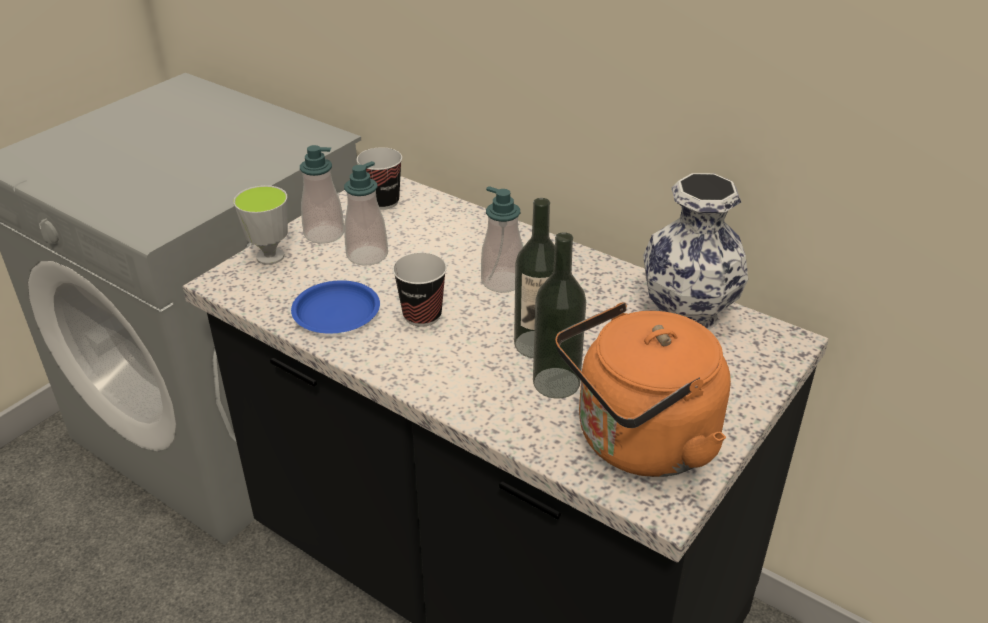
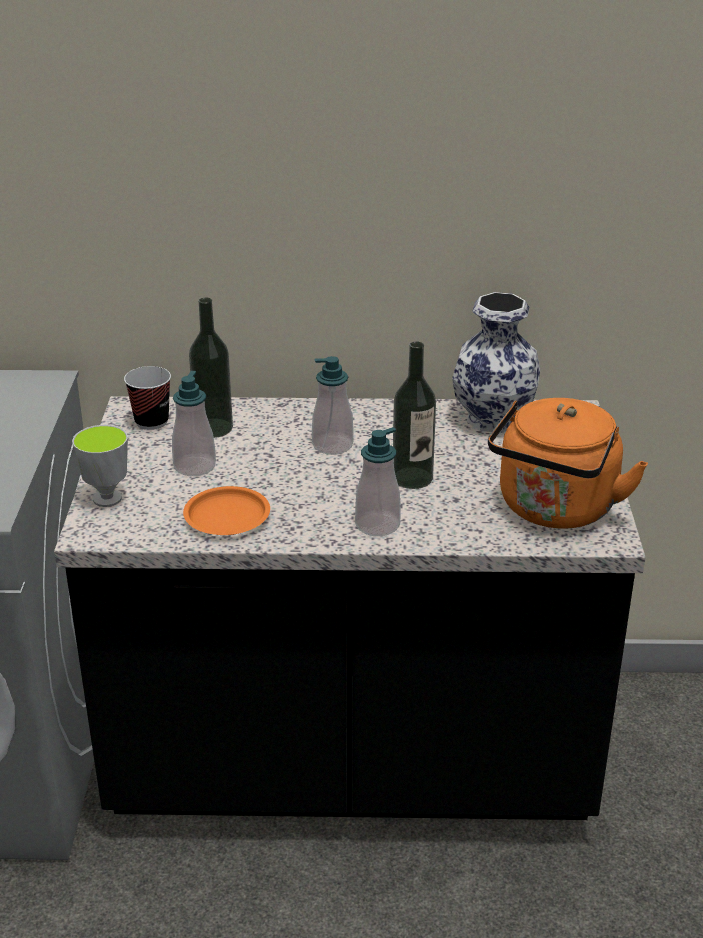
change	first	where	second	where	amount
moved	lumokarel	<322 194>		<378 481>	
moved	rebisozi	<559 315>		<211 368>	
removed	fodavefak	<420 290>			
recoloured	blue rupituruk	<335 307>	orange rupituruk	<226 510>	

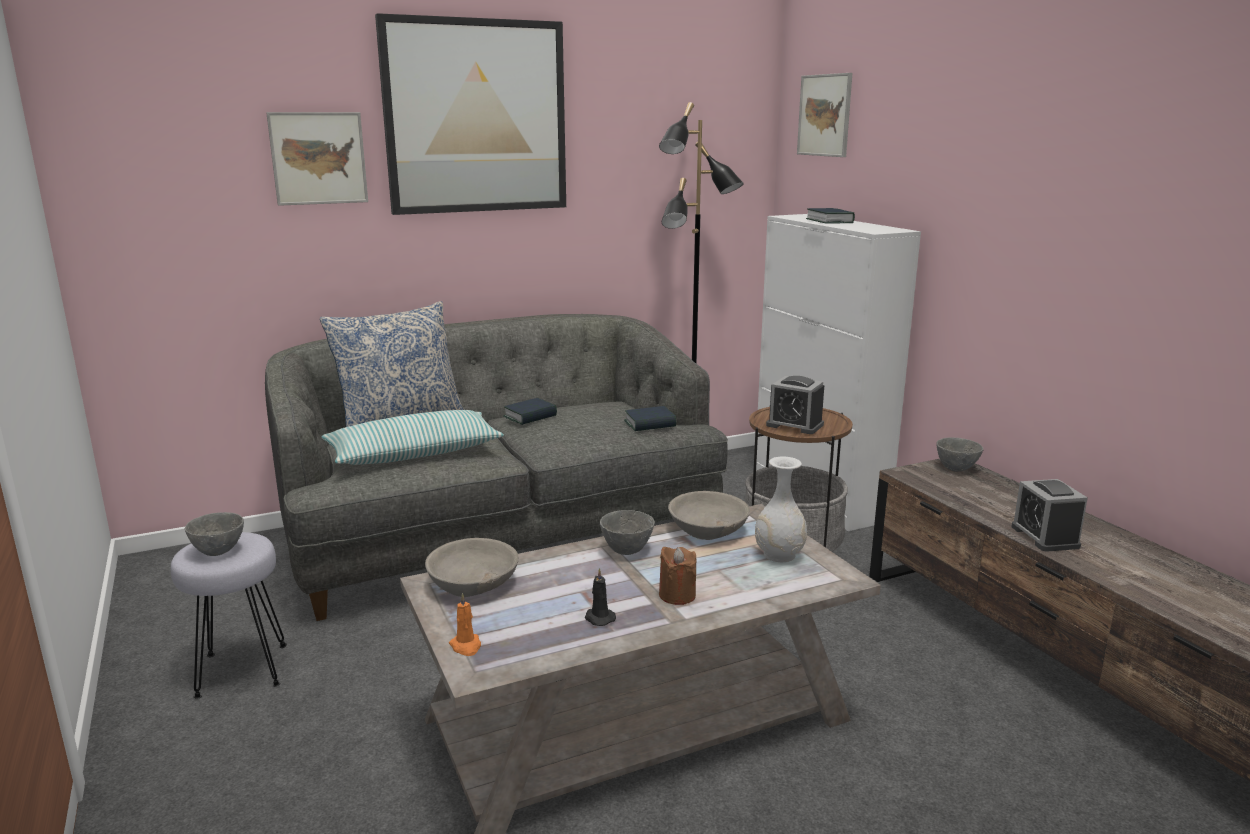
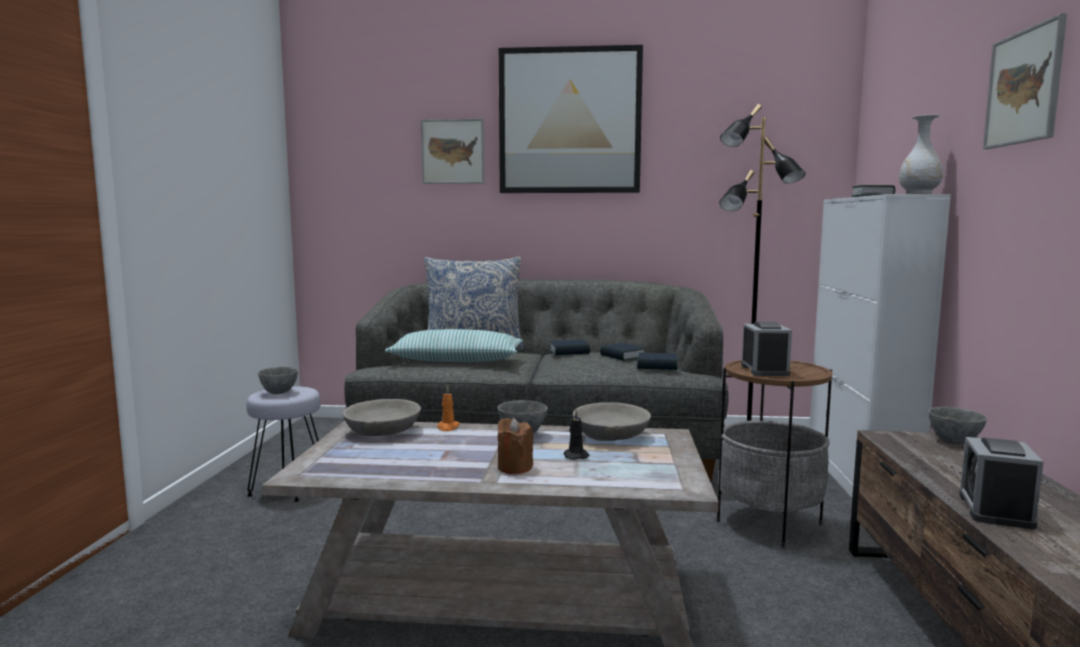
change	first	where	second	where	amount
moved	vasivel	<824 115>		<1025 81>	
turned	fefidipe	<795 405>		<766 349>	150 degrees counterclockwise
moved	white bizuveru	<781 509>		<921 154>	
moved	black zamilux	<600 597>		<577 434>	
moved	orange zamilux	<465 624>		<448 408>	
added			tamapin	<622 352>	

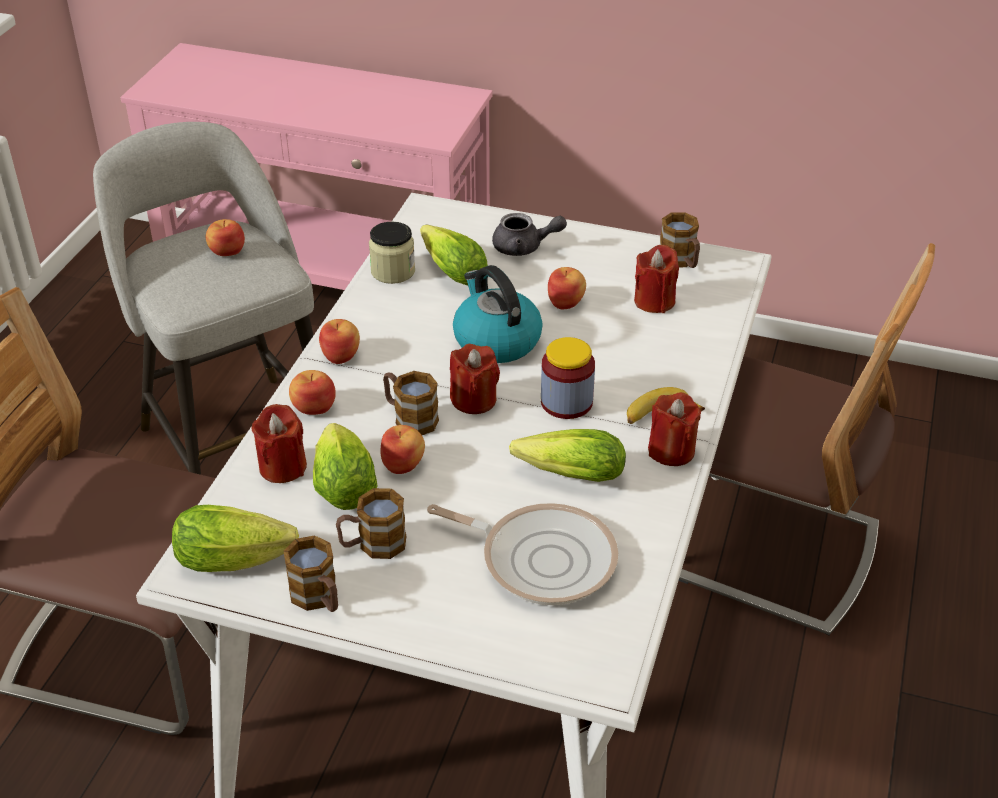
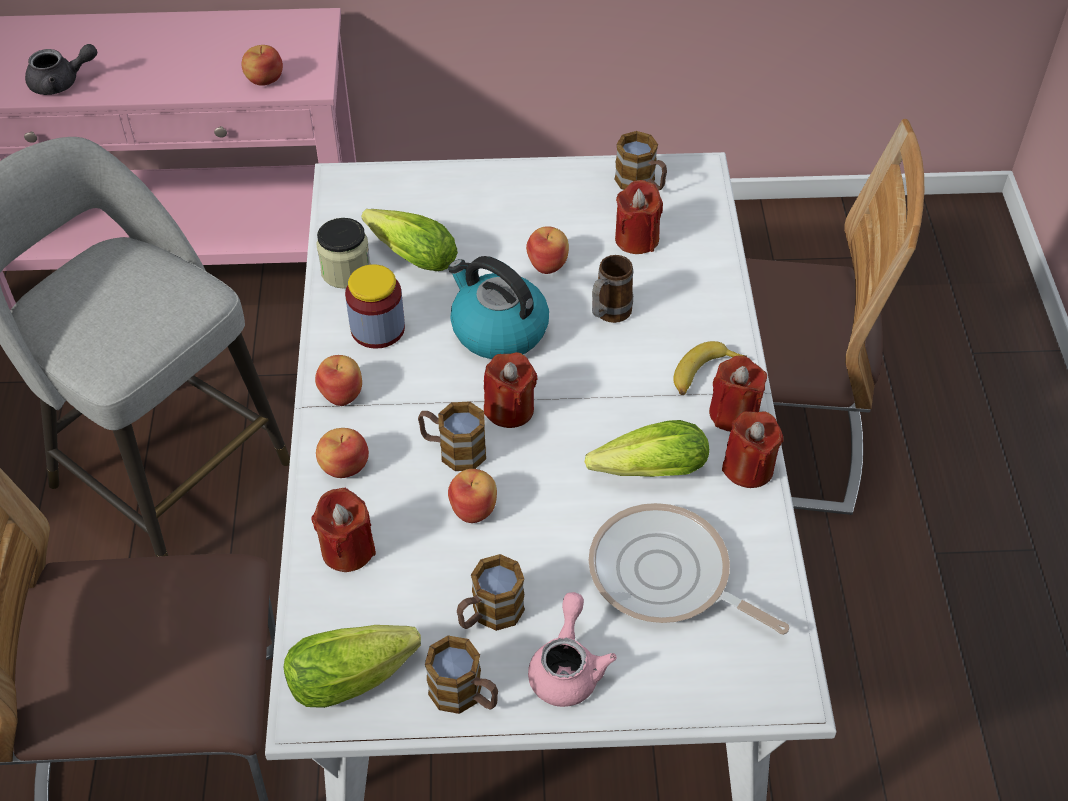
change	first	where	second	where	amount
moved	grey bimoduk	<529 234>		<61 69>	
moved	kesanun	<225 237>		<262 65>	
moved	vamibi	<568 378>		<375 306>	
removed	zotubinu	<345 466>			
turned	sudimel	<522 554>		<689 569>	150 degrees counterclockwise
added			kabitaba	<612 289>	
added			red zamilux	<752 449>	
added			pink bimoduk	<572 649>	

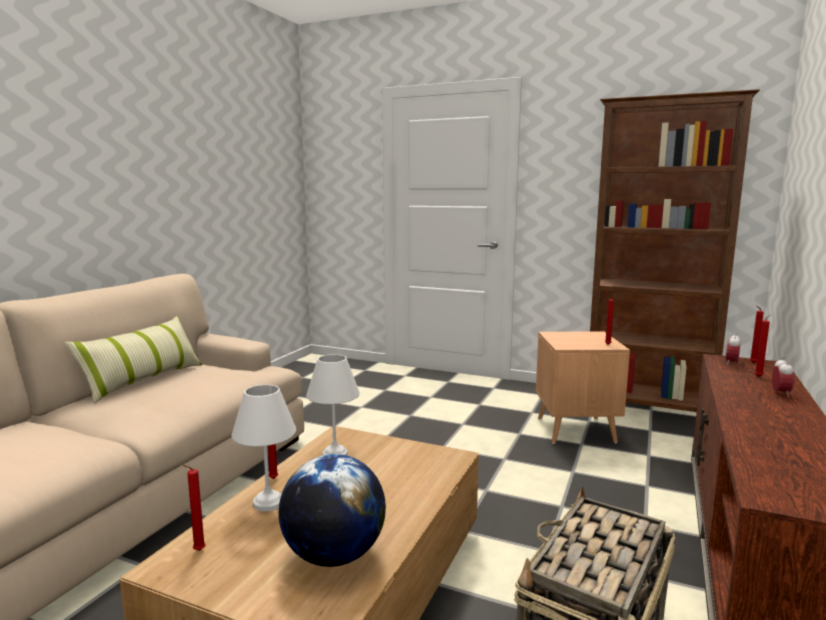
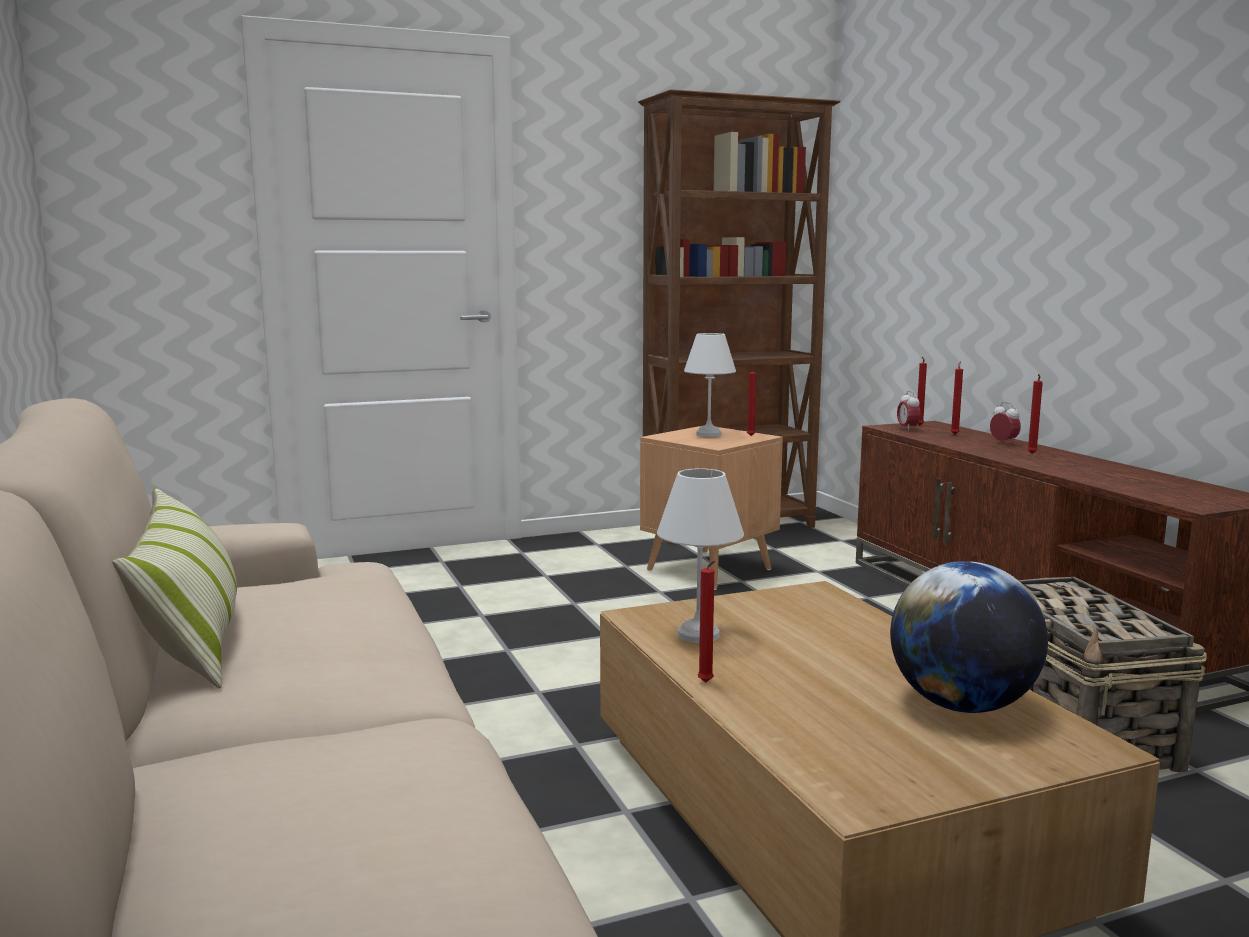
change	first	where	second	where	amount
moved	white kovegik	<264 448>		<710 385>	
moved	red zamilux	<193 507>		<1035 414>	

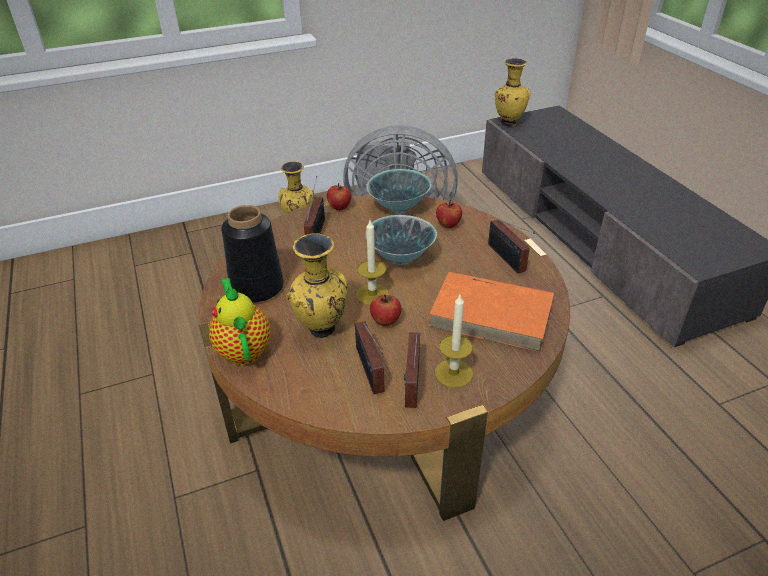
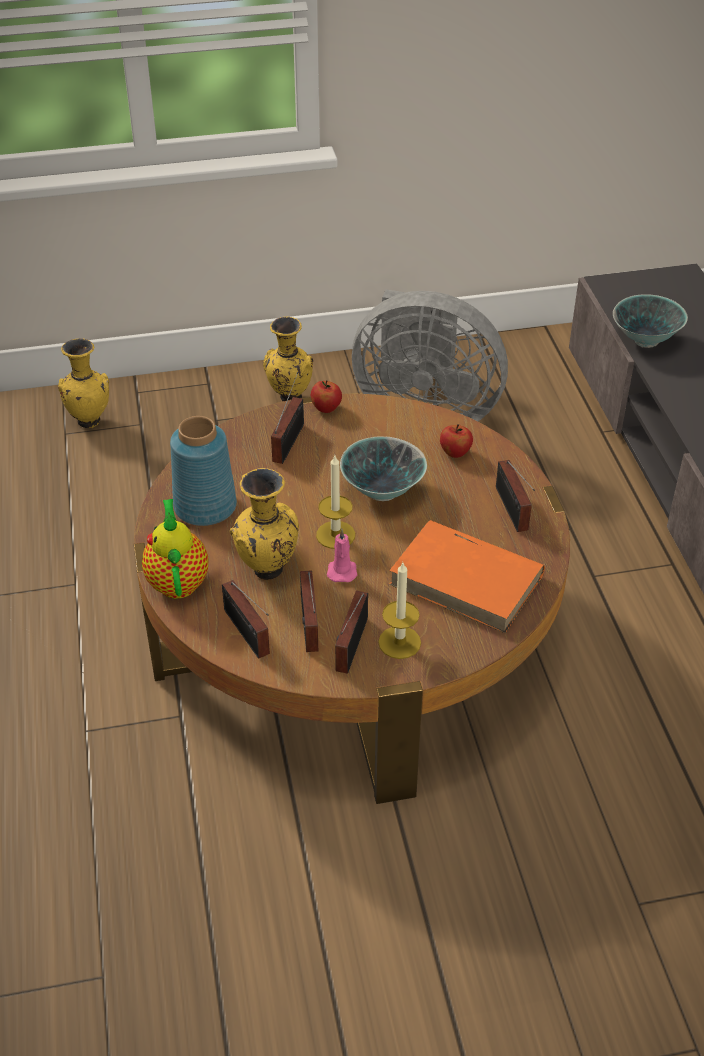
change	first	where	second	where	amount
moved	yellow bizuveru	<513 92>		<83 383>	
moved	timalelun	<399 191>		<650 321>	
recoloured	black bizuveru	<252 253>	blue bizuveru	<203 471>	
replaced	kesanun	<385 310>	pink zamilux	<342 555>	
added			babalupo	<246 619>	

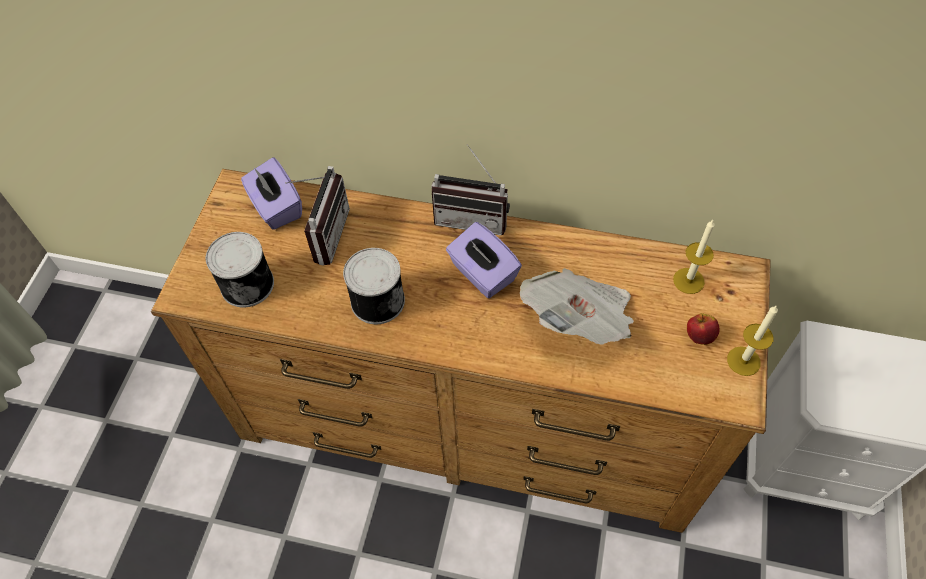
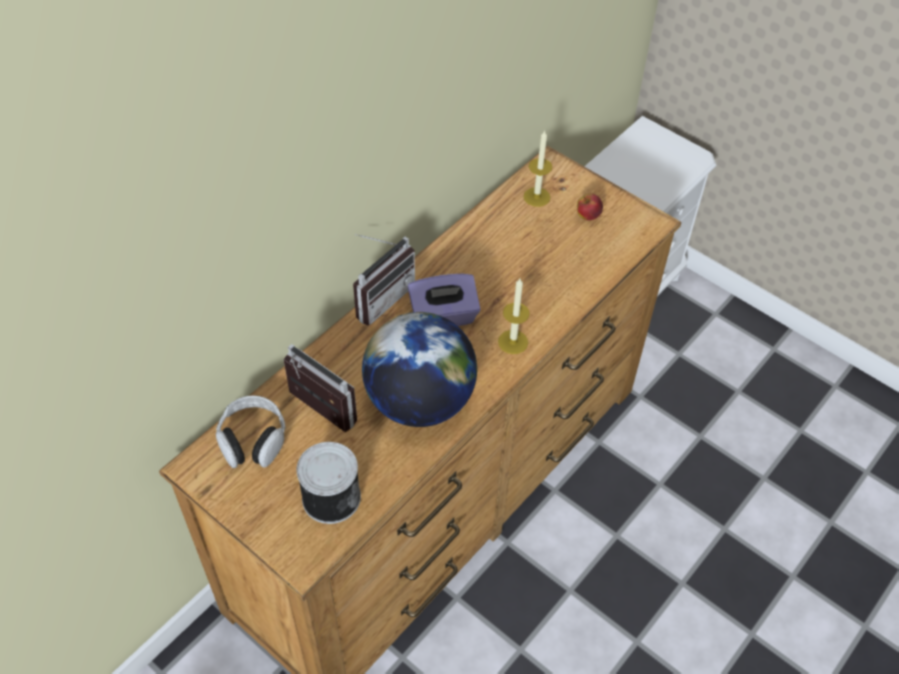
change	first	where	second	where	amount
replaced	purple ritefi	<271 193>	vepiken	<250 431>	
replaced	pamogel	<374 286>	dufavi	<419 369>	
removed	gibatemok	<577 306>			
moved	zamilux	<752 340>		<514 316>	

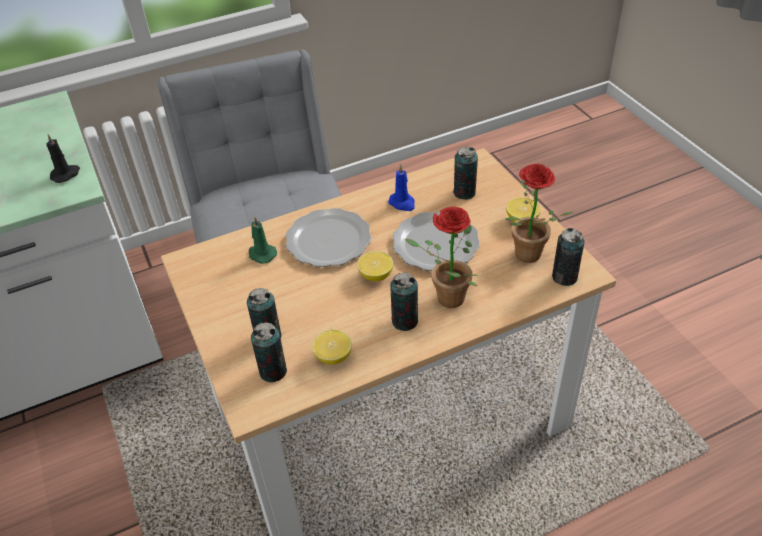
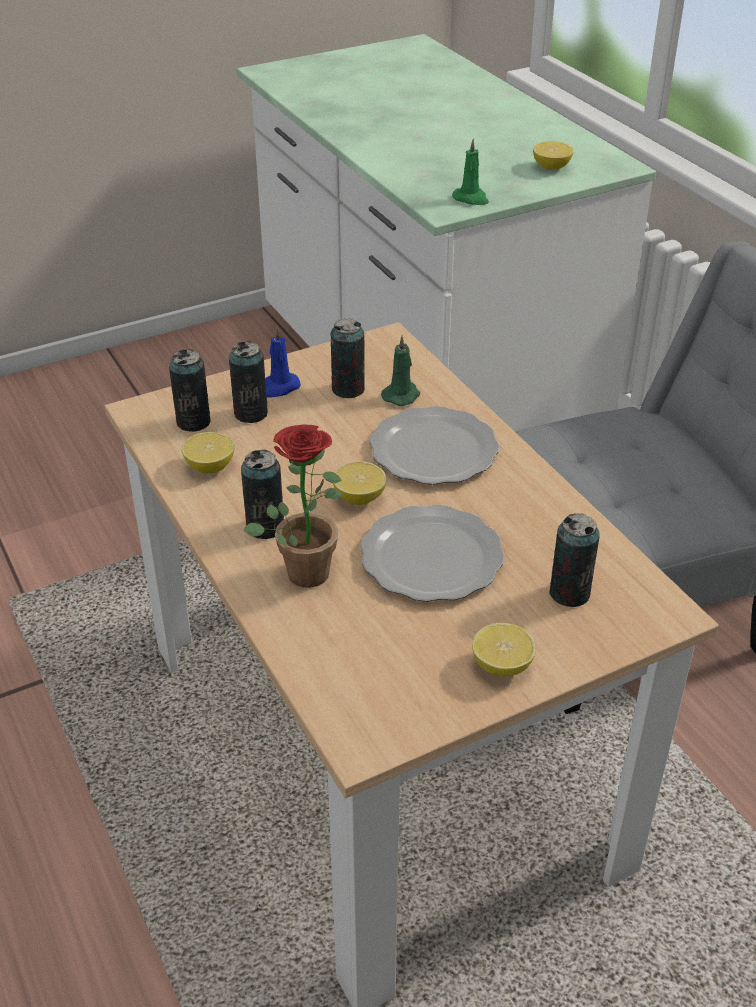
change	first	where	second	where	amount
recoloured	black zamilux	<63 158>	green zamilux	<470 172>	
moved	blue zamilux	<401 187>		<283 362>	
removed	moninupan	<539 213>			
moved	pamogel	<568 257>		<347 358>	
added			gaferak	<553 155>	

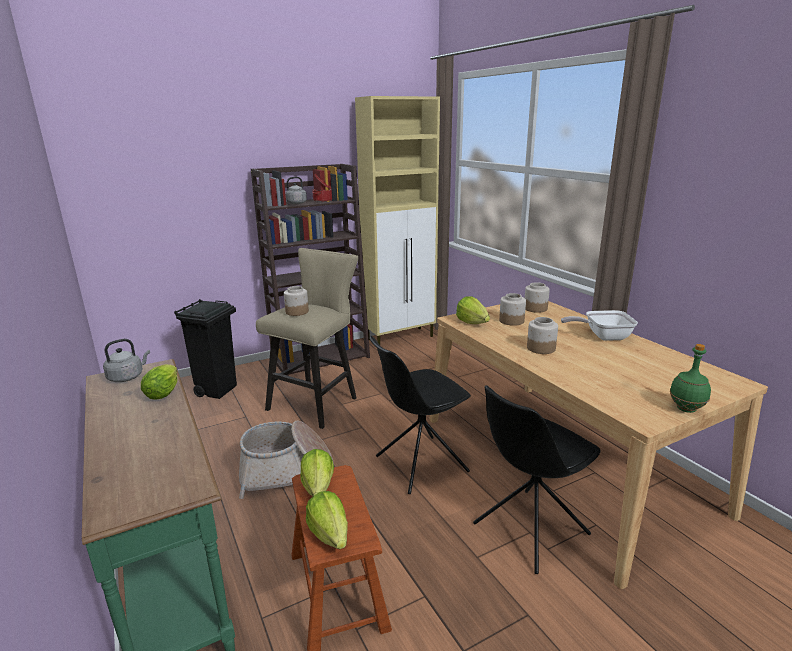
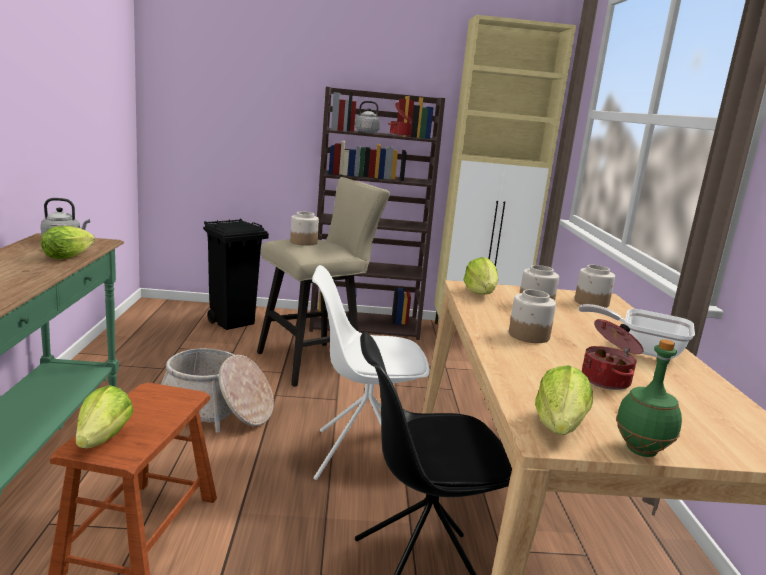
change	first	where	second	where	amount
recoloured	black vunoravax	<420 415>	white vunoravax	<371 372>	
moved	zotubinu	<317 473>		<564 400>	
added			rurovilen	<612 354>	

